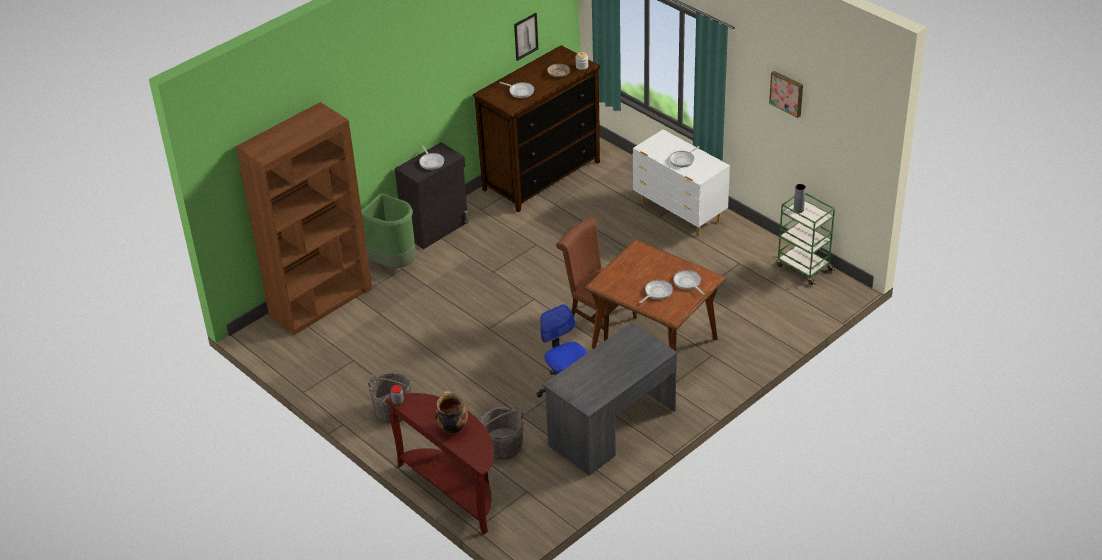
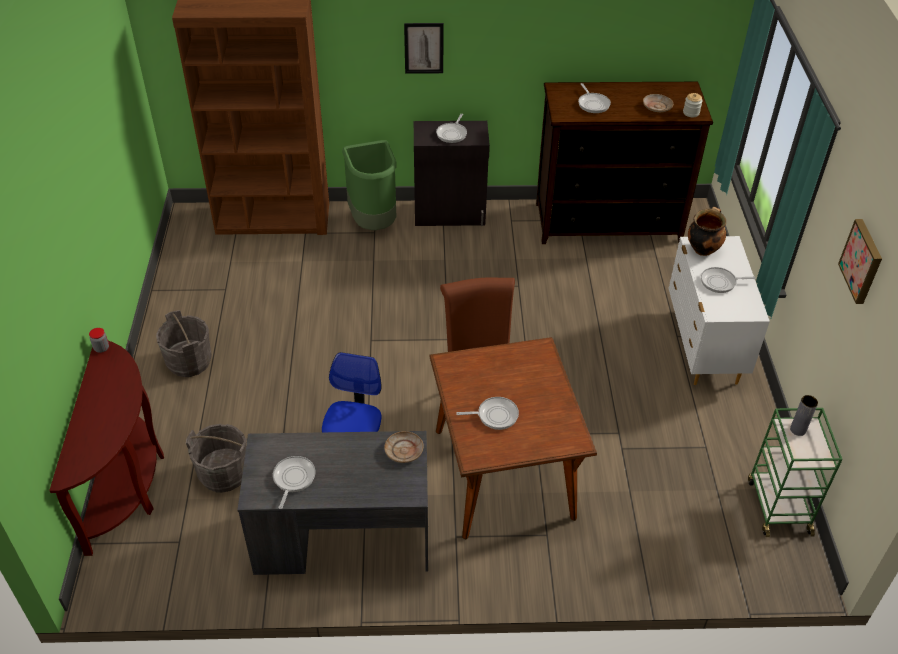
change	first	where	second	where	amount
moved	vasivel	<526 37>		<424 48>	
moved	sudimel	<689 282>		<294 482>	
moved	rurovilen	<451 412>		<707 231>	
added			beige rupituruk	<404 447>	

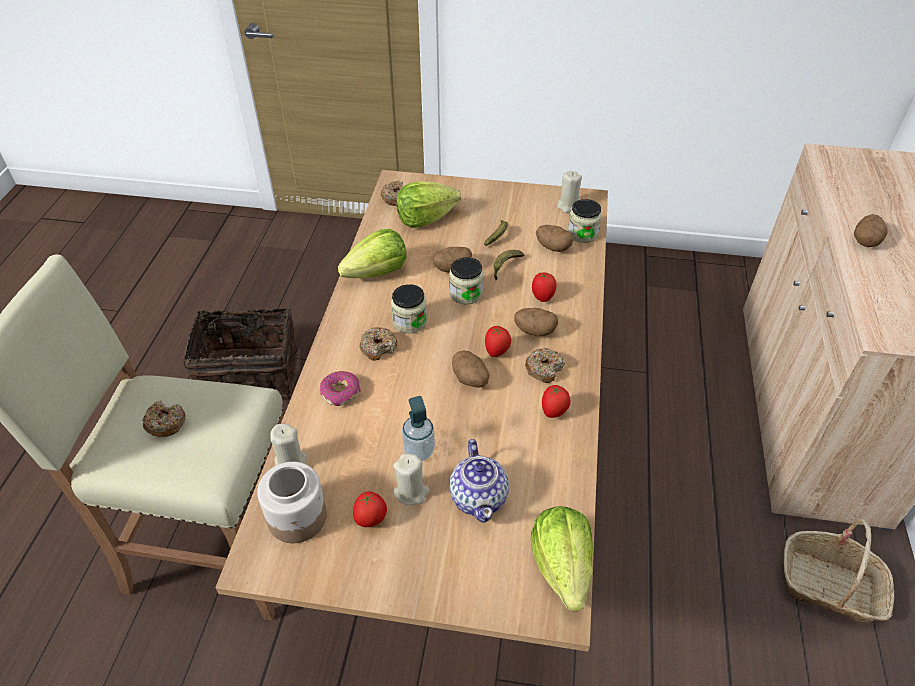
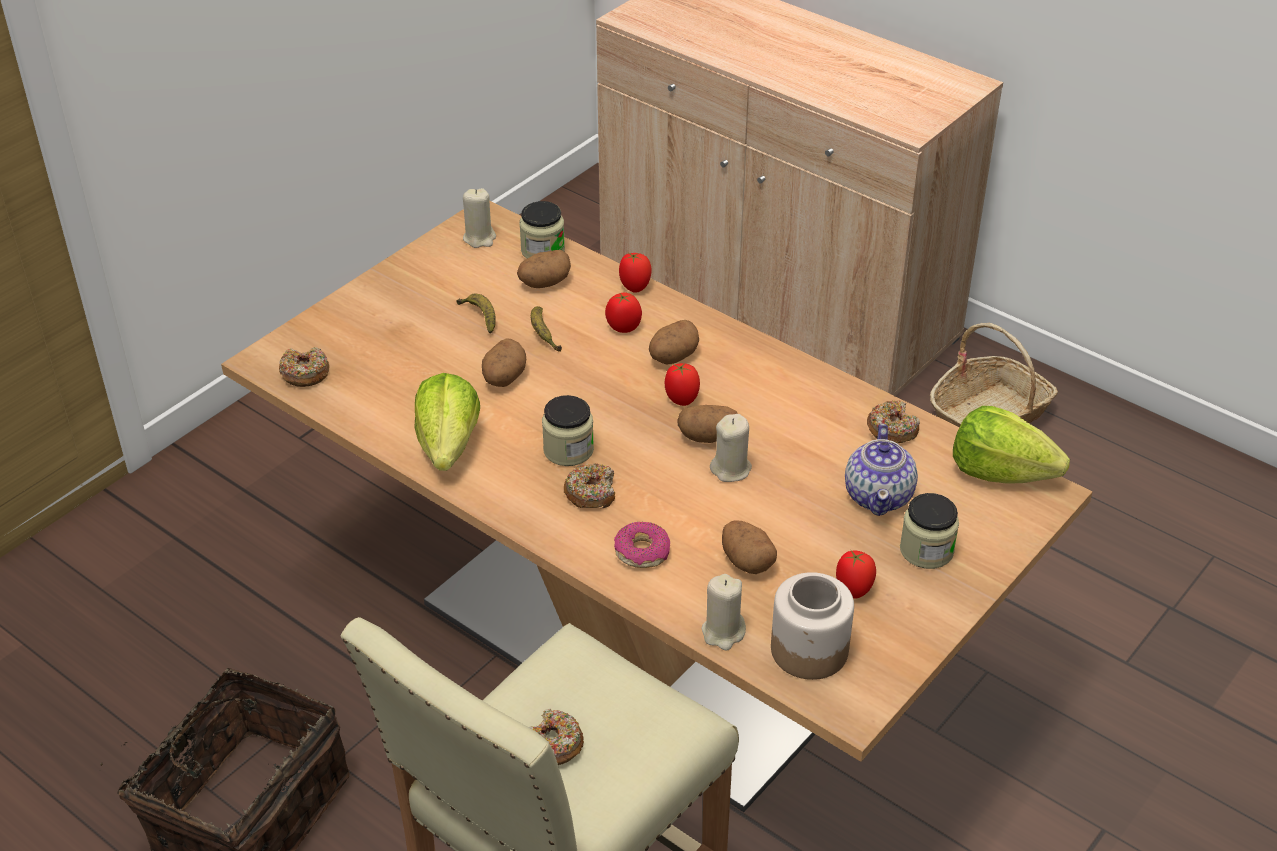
change	first	where	second	where	amount
removed	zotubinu	<429 204>			
moved	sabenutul	<871 230>		<749 547>	
moved	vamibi	<466 281>		<929 531>	
moved	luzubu	<545 365>		<893 422>	
moved	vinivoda	<556 401>		<635 272>	
removed	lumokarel	<418 428>			
turned	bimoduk	<479 481>		<881 470>	75 degrees clockwise
moved	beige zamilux	<411 480>		<731 448>	

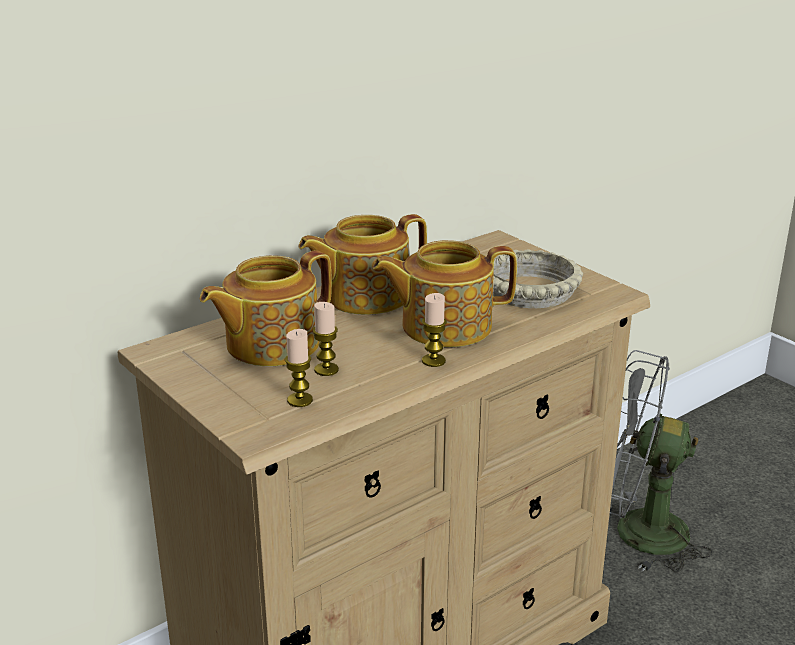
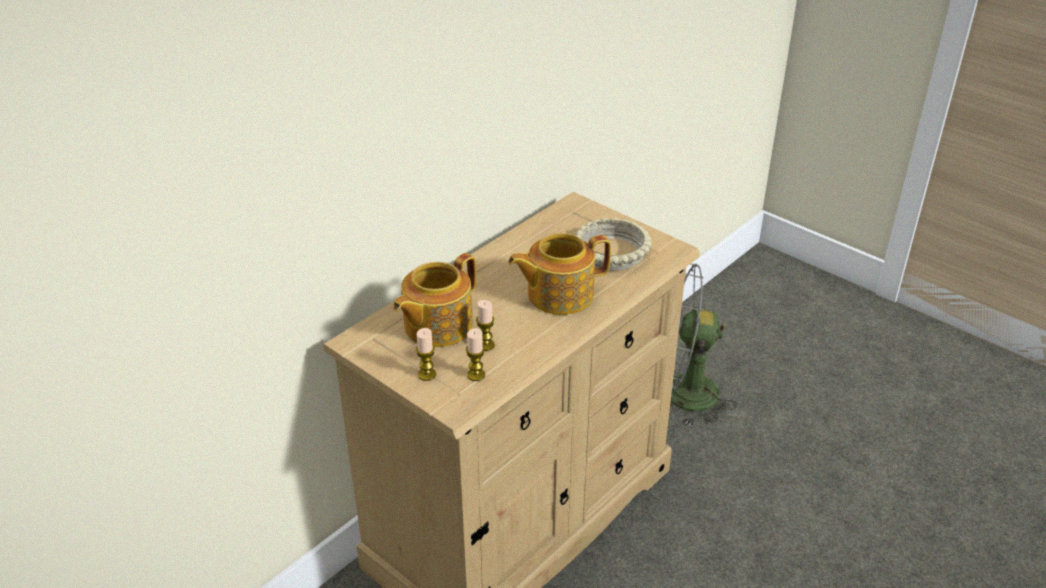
change	first	where	second	where	amount
removed	bimoduk	<362 264>			
moved	zamilux	<434 330>		<426 354>	

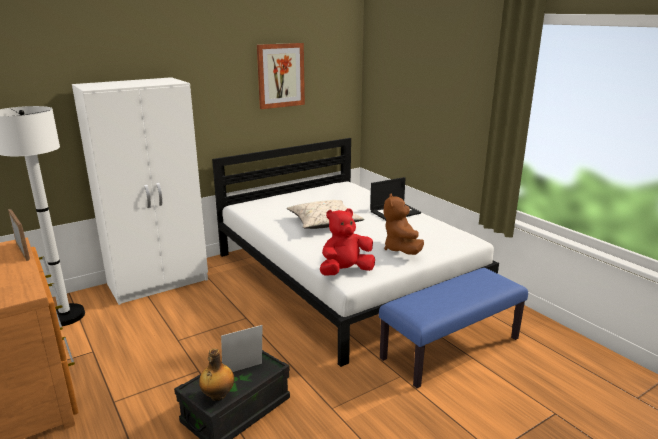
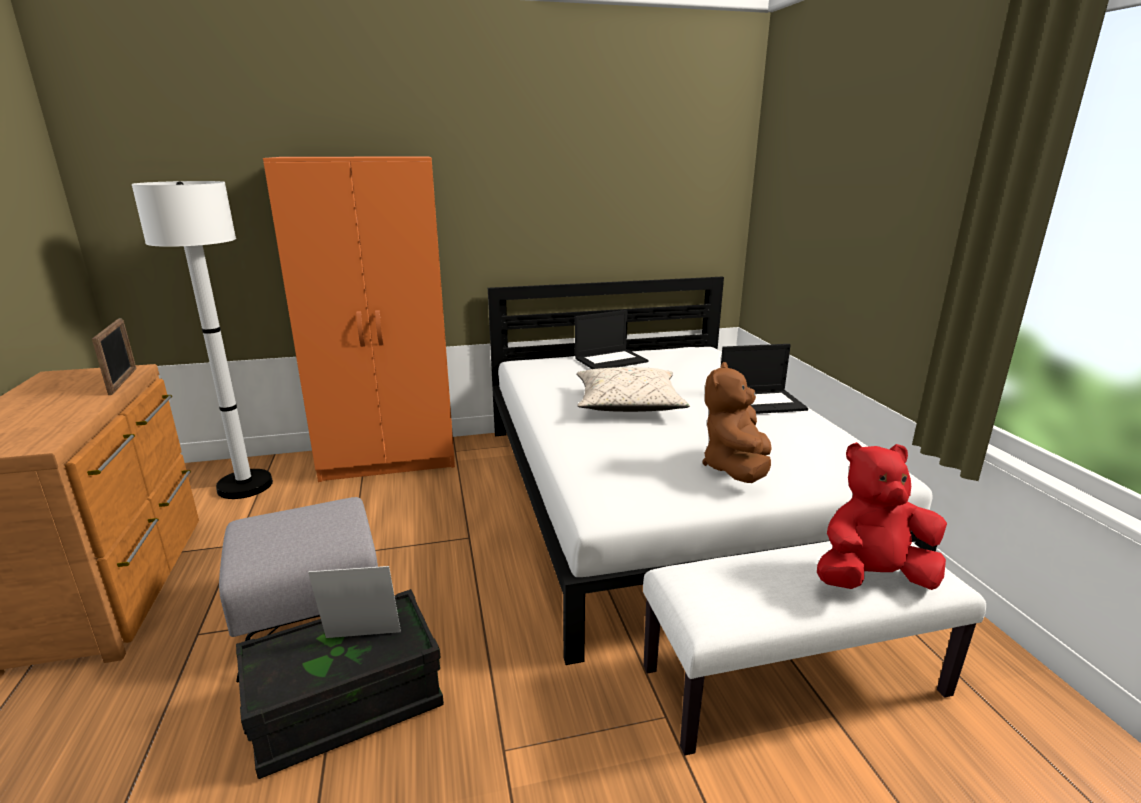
change	first	where	second	where	amount
removed	vasivel	<281 76>			
recoloured	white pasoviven	<140 191>	orange pasoviven	<359 319>	
moved	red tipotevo	<347 241>		<882 516>	
recoloured	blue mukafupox	<453 328>	white mukafupox	<814 648>	
removed	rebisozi	<216 375>			
added			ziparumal	<611 339>	
added			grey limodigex	<298 589>	

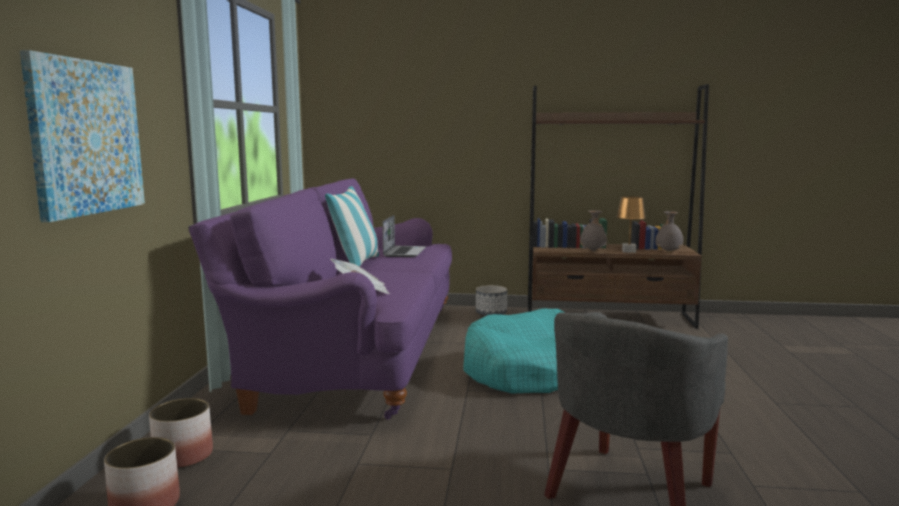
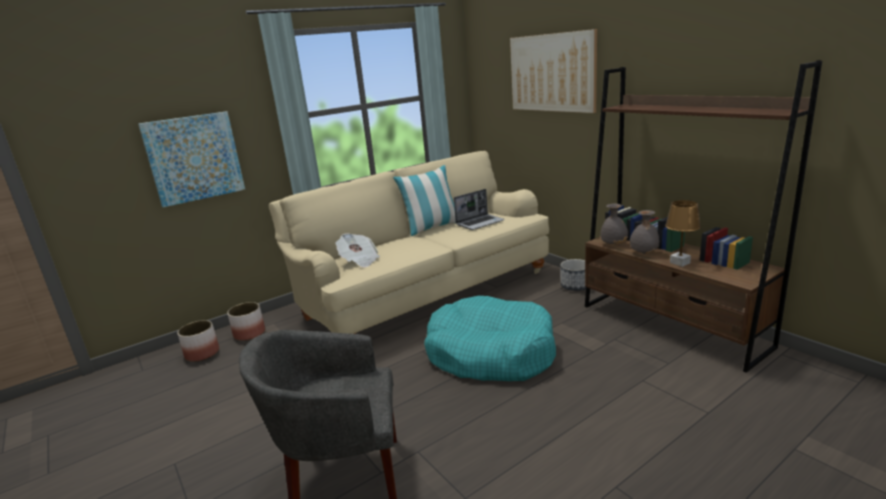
change	first	where	second	where	amount
recoloured	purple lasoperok	<320 299>	beige lasoperok	<409 242>	
moved	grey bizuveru	<669 232>		<614 225>	
added			vasivel	<553 71>	

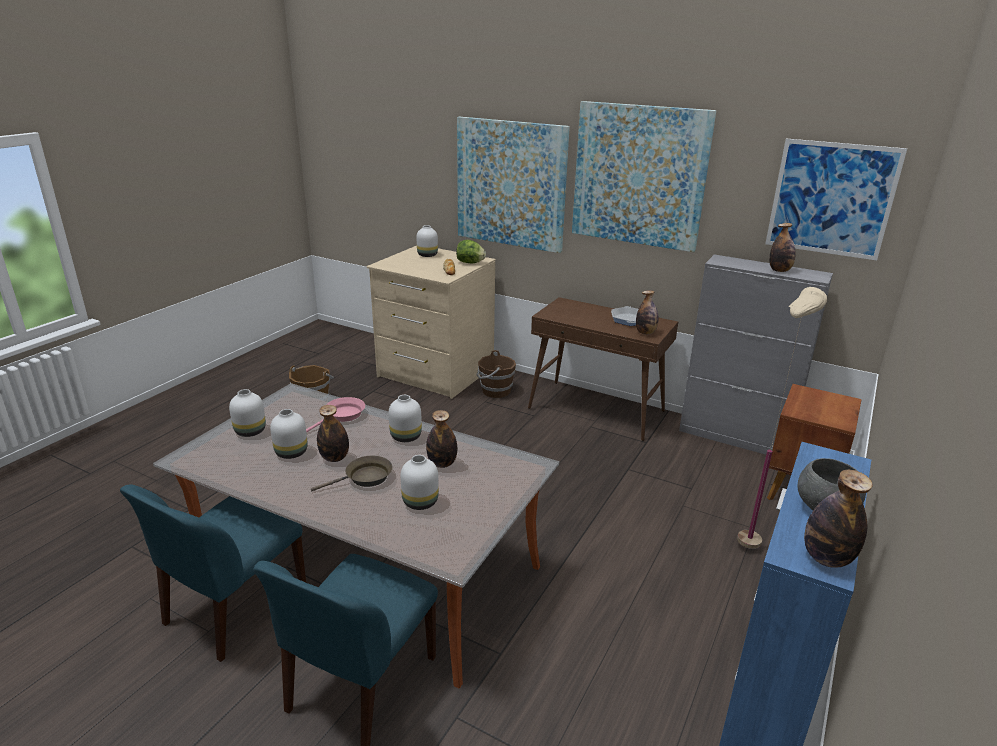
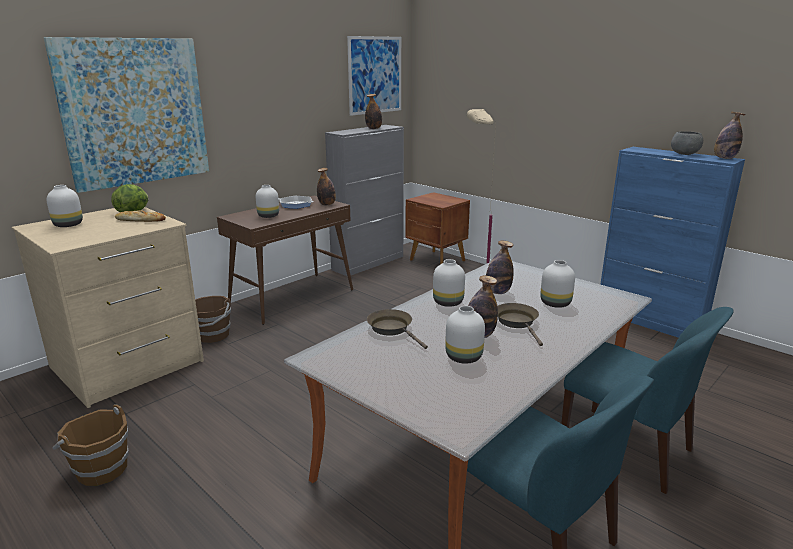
change	first	where	second	where	amount
removed	vasivel	<644 176>			
moved	white bizuveru	<247 413>		<267 201>	
recoloured	pink sudimel	<335 415>	brown sudimel	<397 329>	

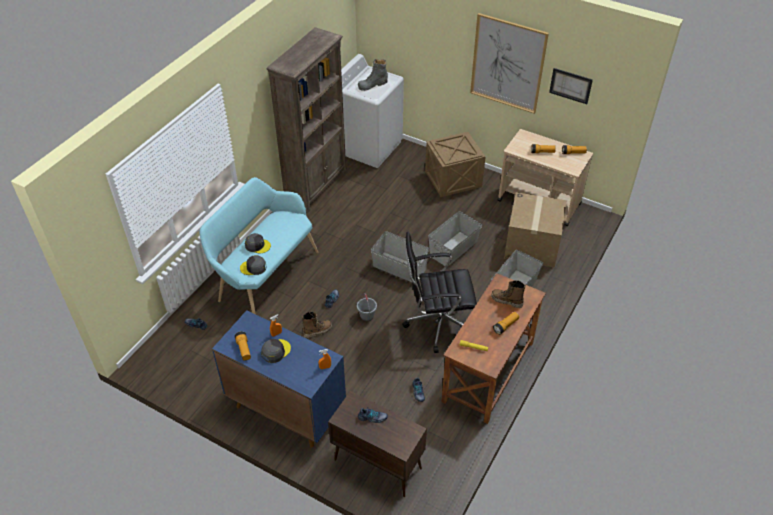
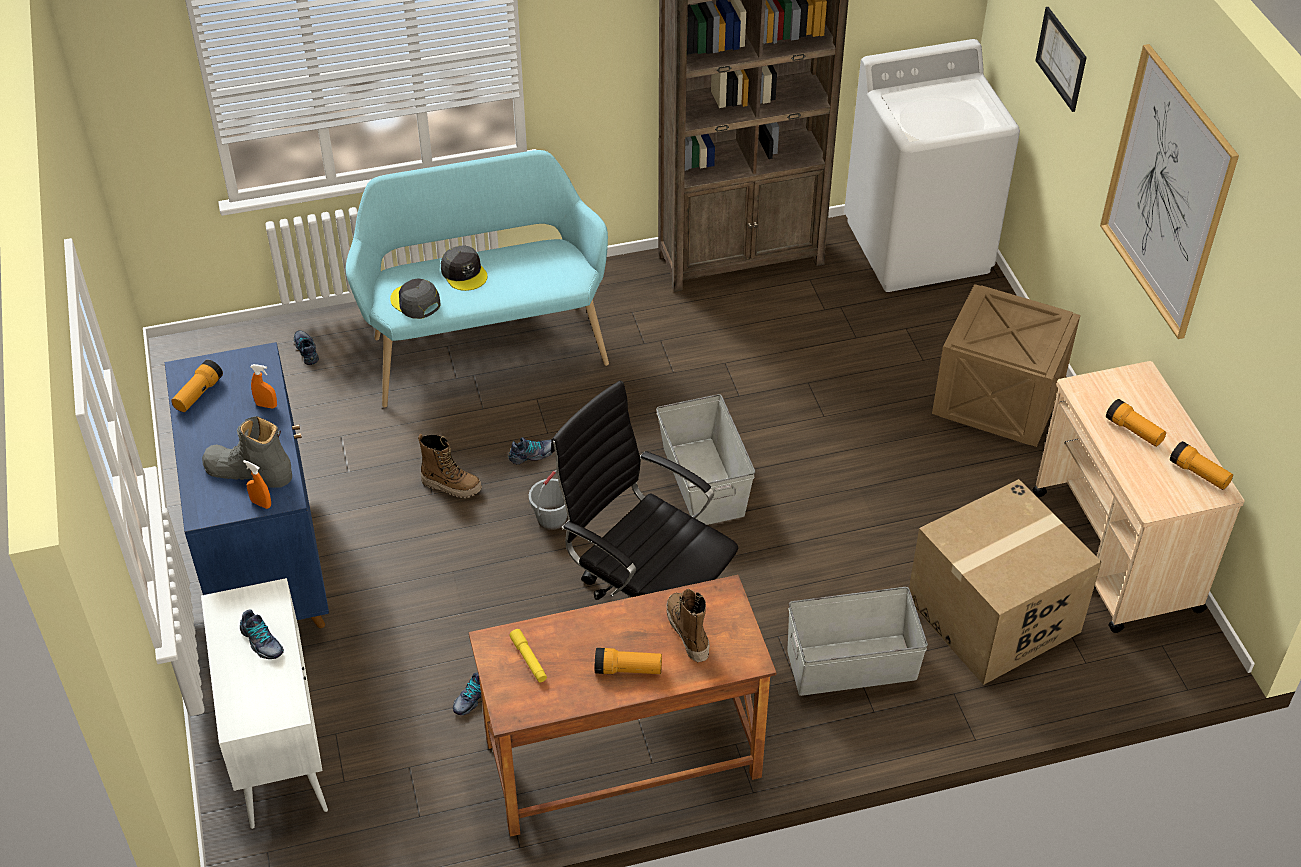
change	first	where	second	where	amount
moved	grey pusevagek	<373 75>		<247 452>	
moved	vasivel	<571 86>		<1061 59>	
removed	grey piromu	<455 238>			
removed	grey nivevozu	<276 351>			
recoloured	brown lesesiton	<377 444>	white lesesiton	<264 703>	

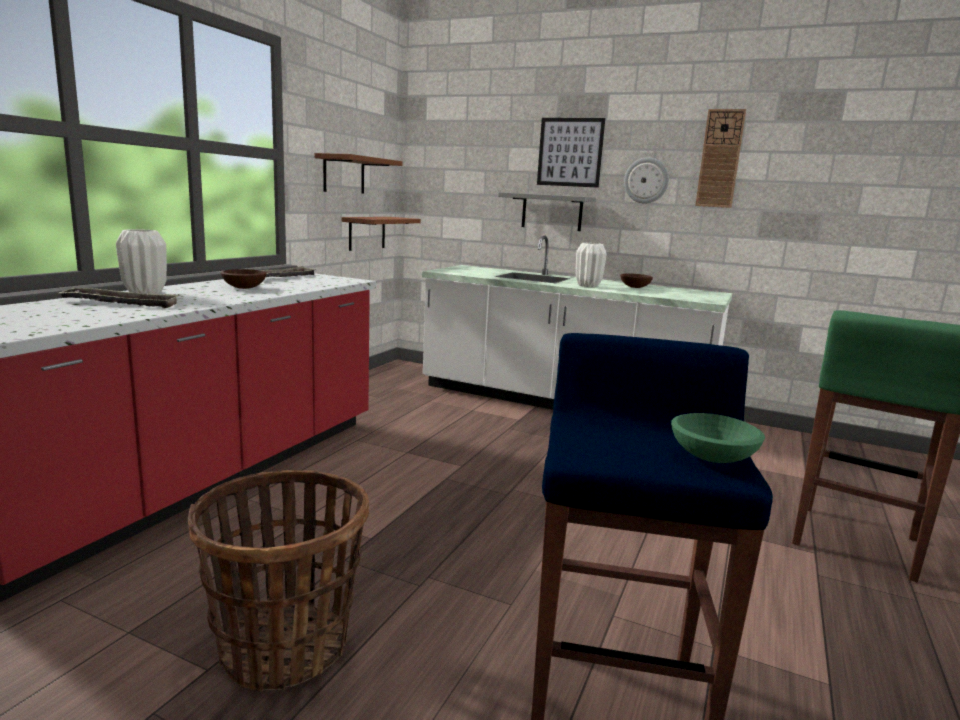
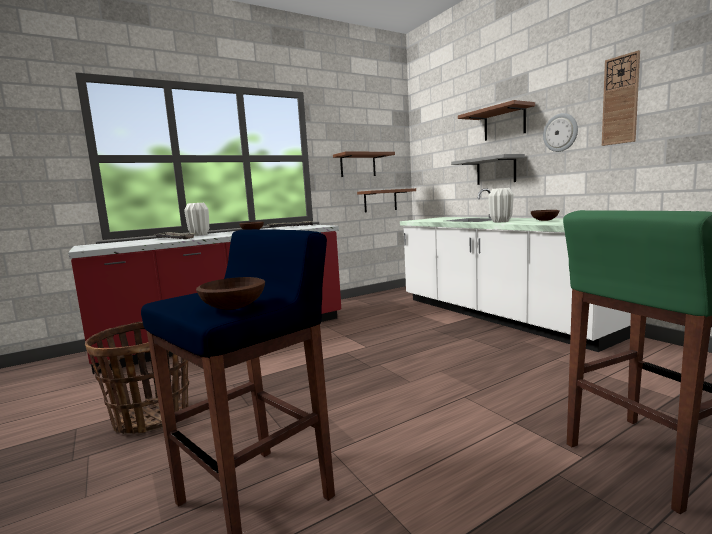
change	first	where	second	where	amount
replaced	vasivel	<571 153>	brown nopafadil	<496 120>	
recoloured	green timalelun	<718 438>	brown timalelun	<230 293>	

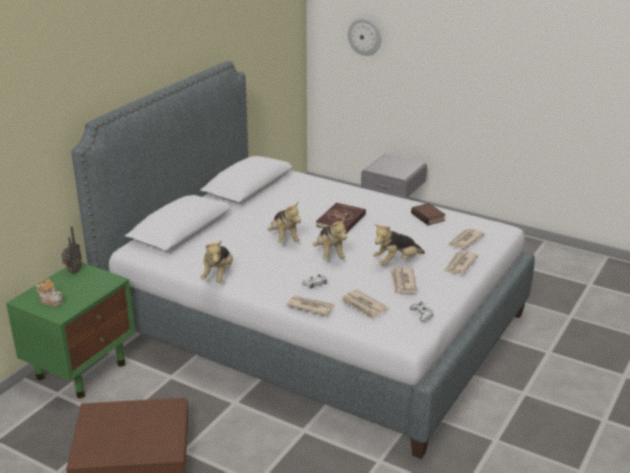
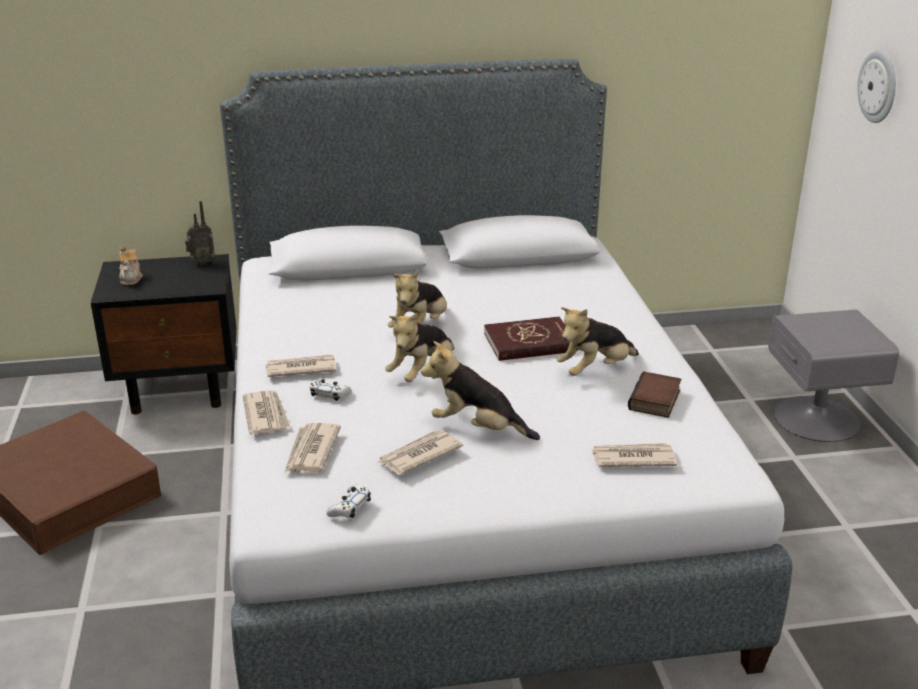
change	first	where	second	where	amount
moved	tipotevo	<217 261>		<597 341>	
moved	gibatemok	<461 263>		<300 365>	
recoloured	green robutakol	<70 330>	black robutakol	<163 334>	

